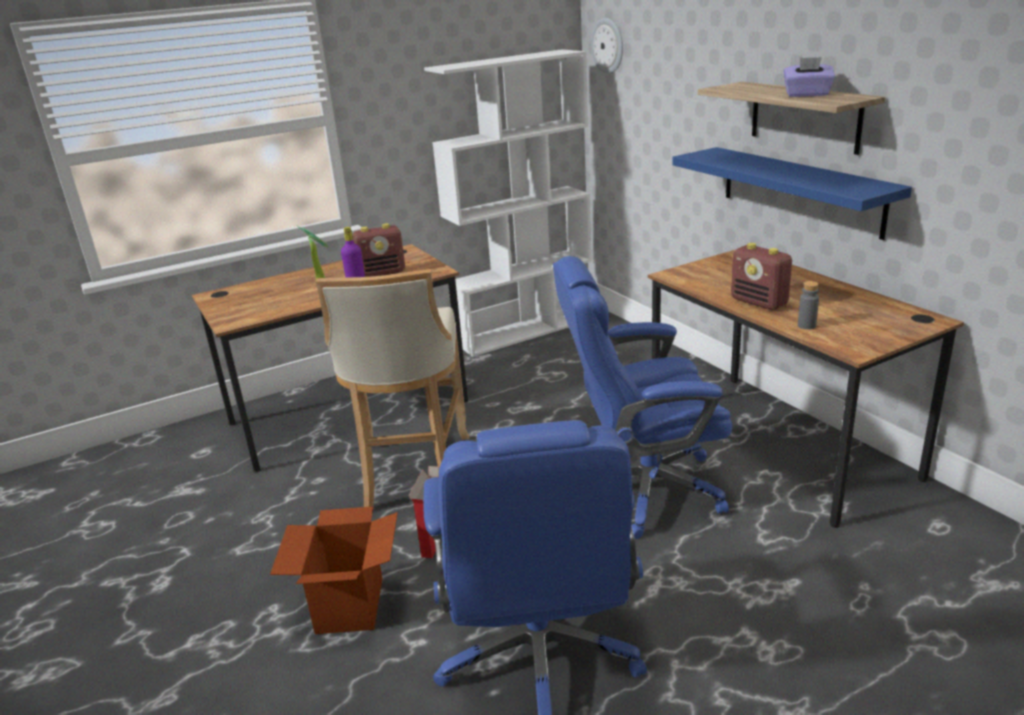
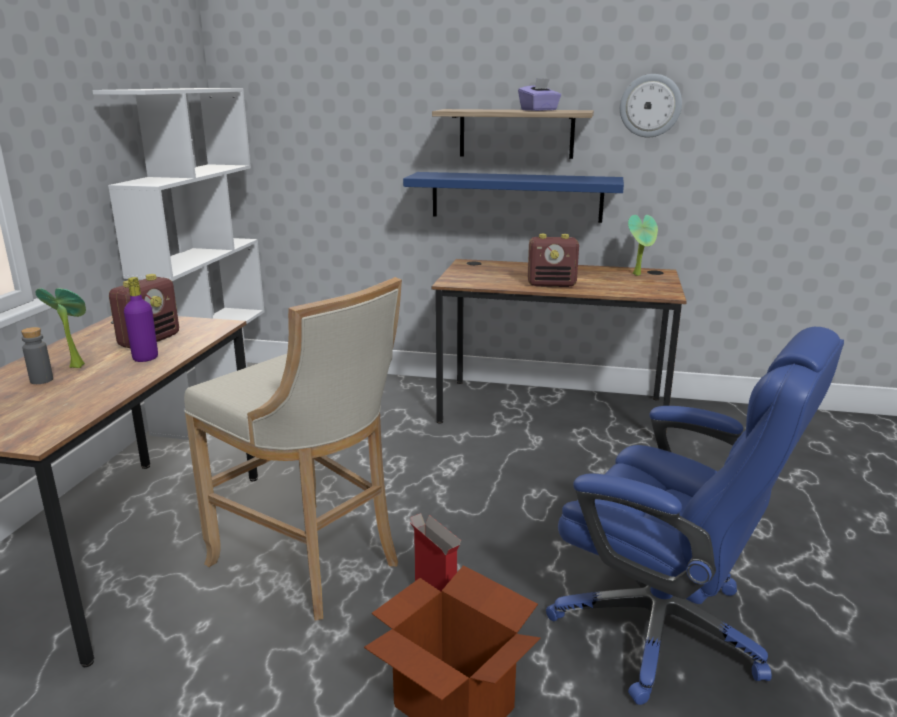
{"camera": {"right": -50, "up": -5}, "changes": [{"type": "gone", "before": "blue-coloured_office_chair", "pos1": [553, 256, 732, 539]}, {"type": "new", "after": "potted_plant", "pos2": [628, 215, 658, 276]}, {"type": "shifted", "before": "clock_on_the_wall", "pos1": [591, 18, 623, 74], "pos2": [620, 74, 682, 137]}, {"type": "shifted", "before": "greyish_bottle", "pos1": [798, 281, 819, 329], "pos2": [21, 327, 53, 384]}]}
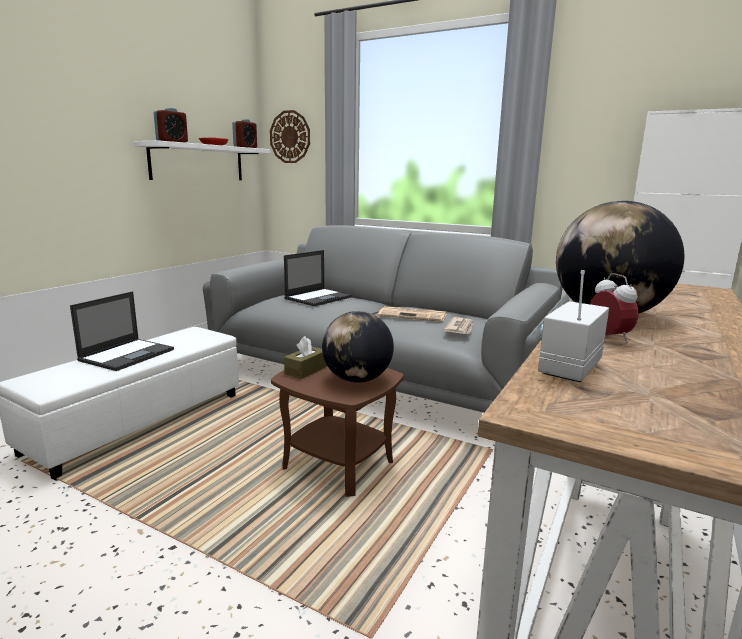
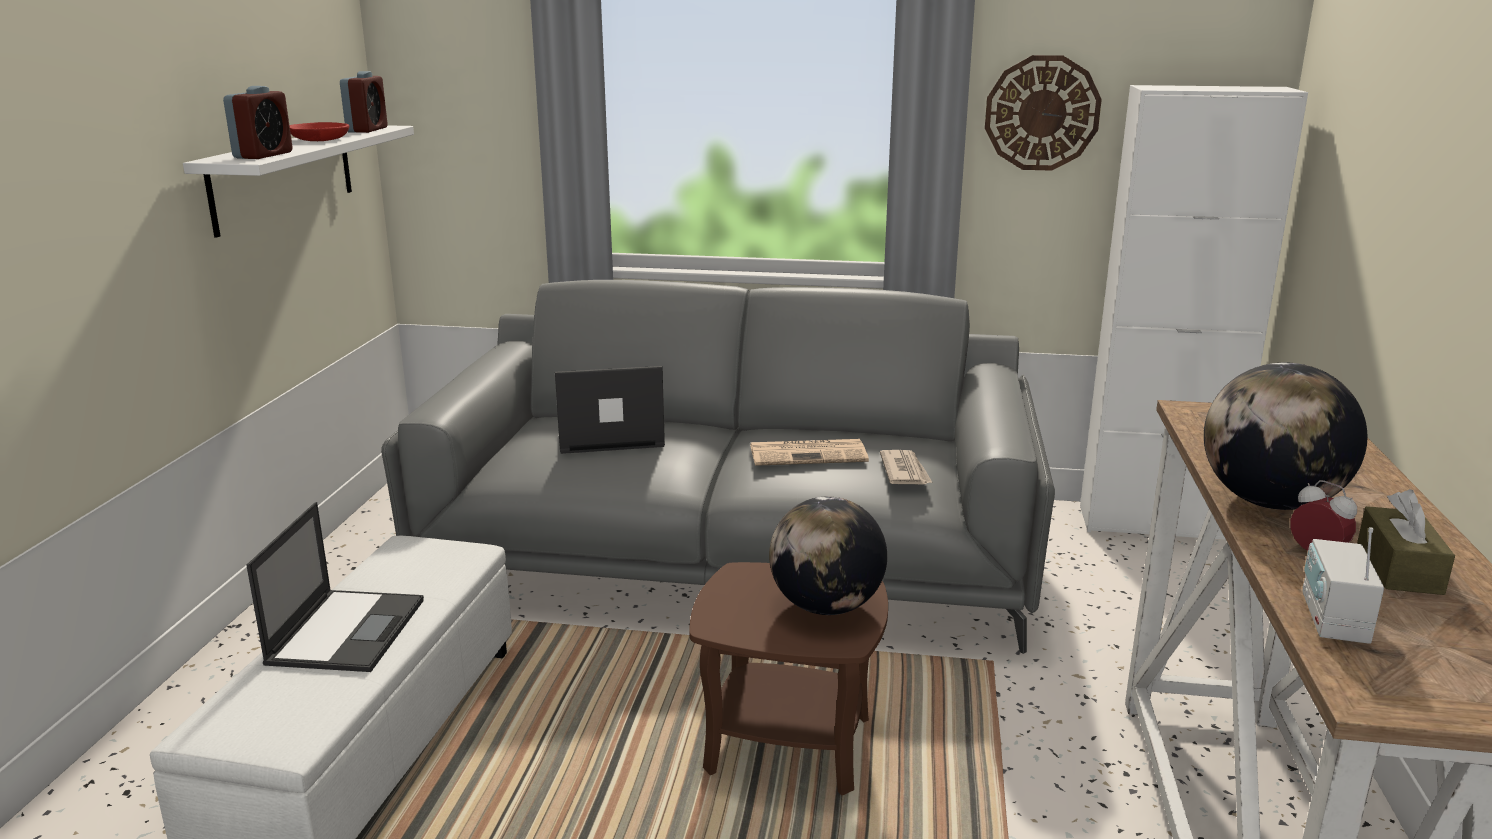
{"camera": {"right": -20, "up": 5}, "changes": [{"type": "shifted", "before": "clock_on_the_wall", "pos1": [270, 110, 310, 163], "pos2": [985, 55, 1102, 171]}, {"type": "shifted", "before": "brown-coloured_tissue_box", "pos1": [284, 336, 327, 379], "pos2": [1357, 489, 1455, 595]}, {"type": "rotated", "before": "portable_computer", "pos1": [284, 250, 353, 306], "pos2": [555, 366, 665, 454], "turn": -120}]}
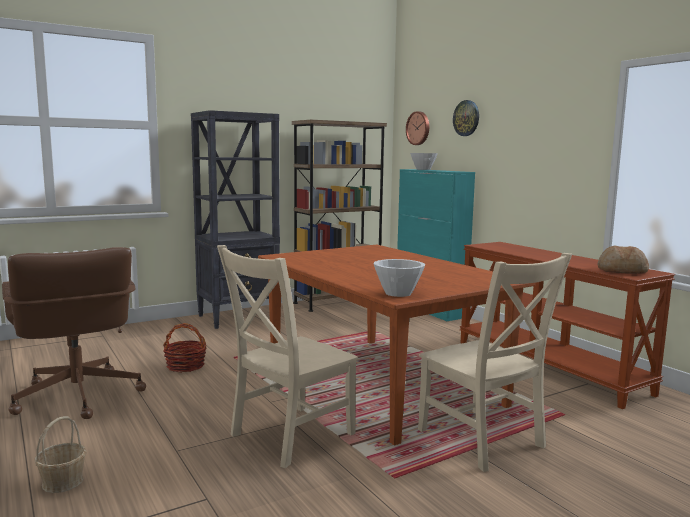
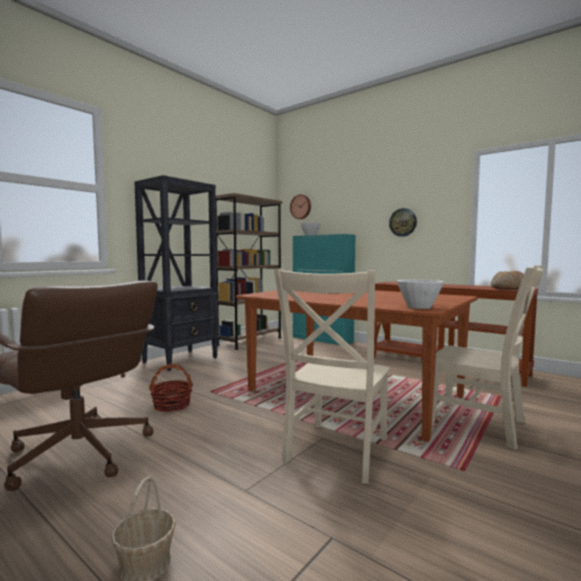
{"camera": {"right": -20, "up": -5}, "changes": [{"type": "shifted", "before": "clock_on_the_wall", "pos1": [453, 100, 479, 136], "pos2": [389, 208, 417, 237]}]}
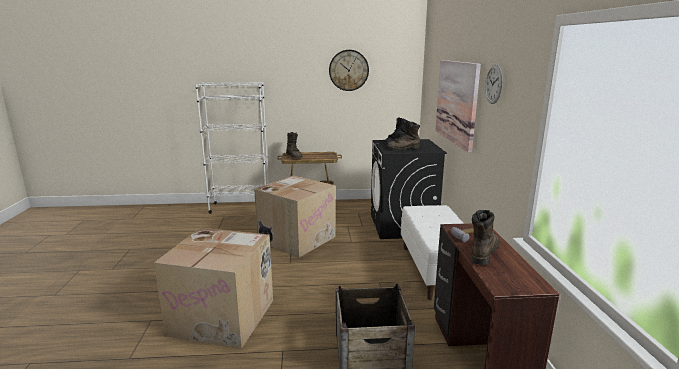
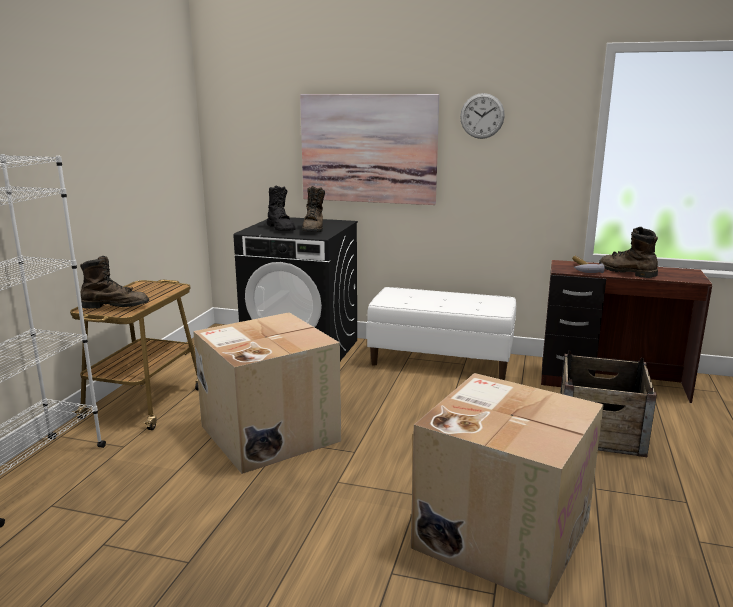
{"camera": {"right": -70, "up": 0}, "changes": [{"type": "gone", "before": "clock_on_the_wall", "pos1": [329, 50, 369, 91]}]}
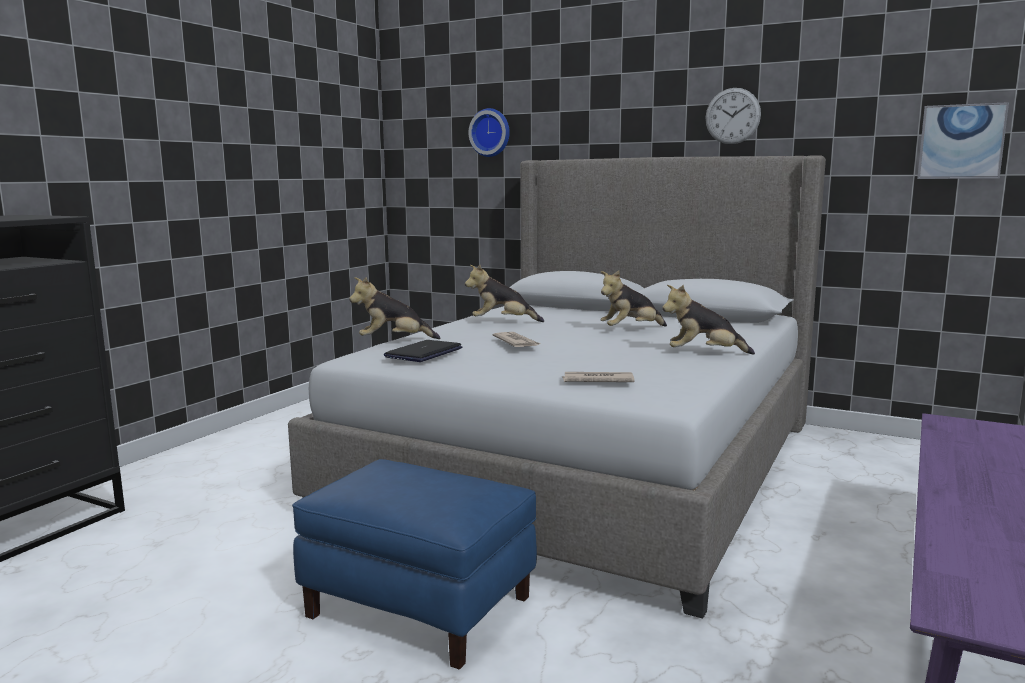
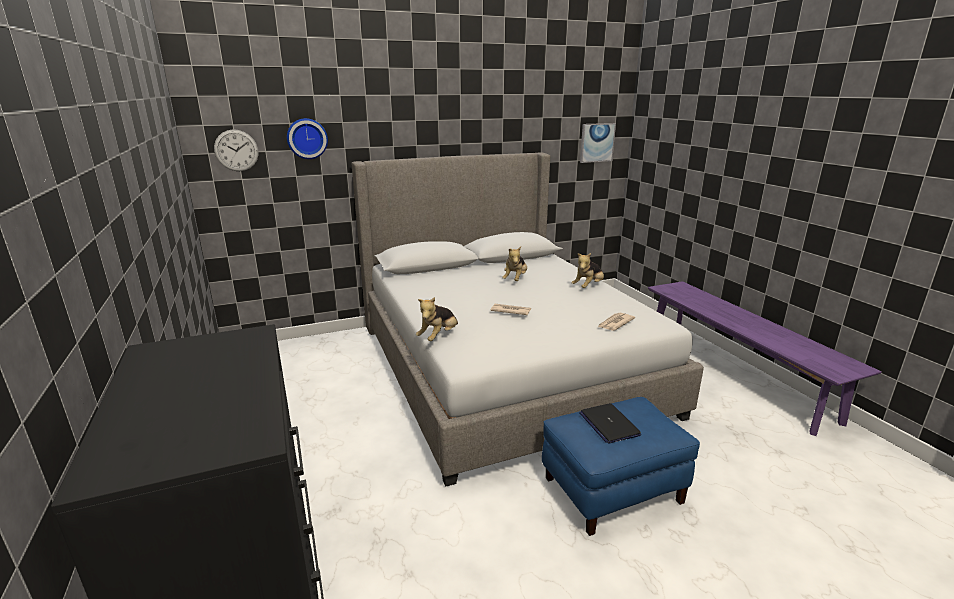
{"camera": {"right": -50, "up": 10}, "changes": [{"type": "gone", "before": "cuddly_toy", "pos1": [465, 265, 544, 322]}, {"type": "shifted", "before": "portable_computer", "pos1": [384, 340, 462, 362], "pos2": [579, 403, 641, 444]}, {"type": "shifted", "before": "clock_on_the_wall", "pos1": [705, 88, 761, 145], "pos2": [214, 129, 258, 171]}]}
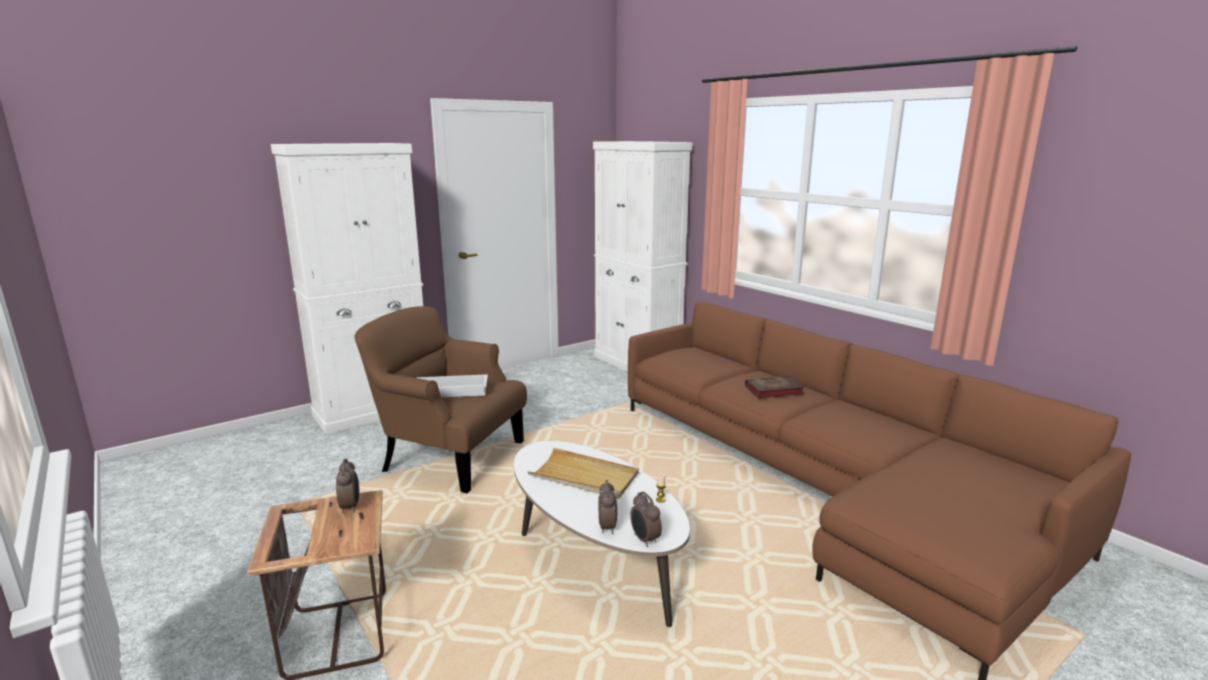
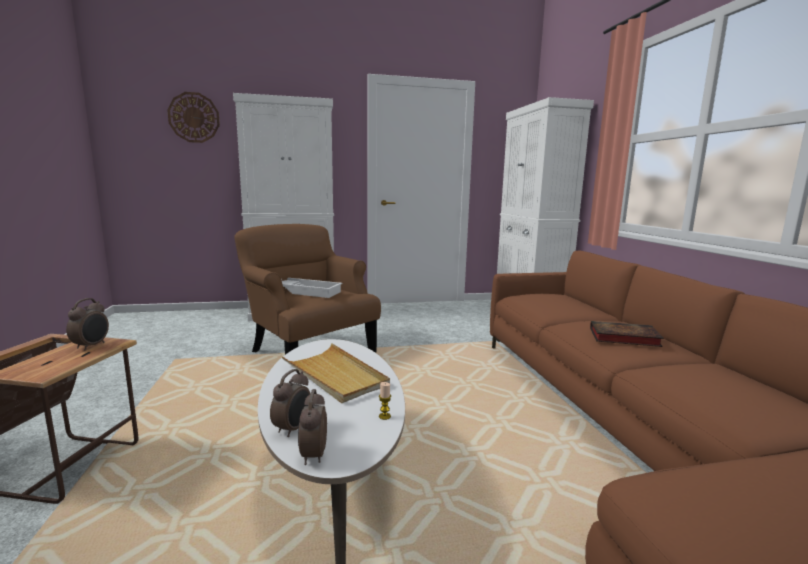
{"camera": {"right": 25, "up": -5}, "changes": [{"type": "new", "after": "clock_on_the_wall", "pos2": [167, 92, 220, 143]}]}
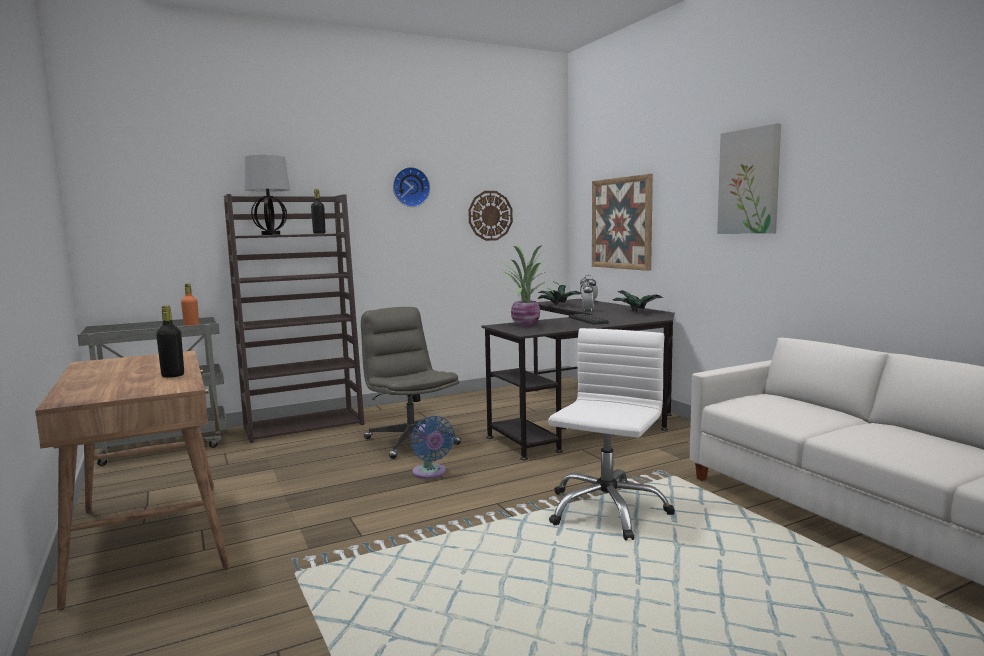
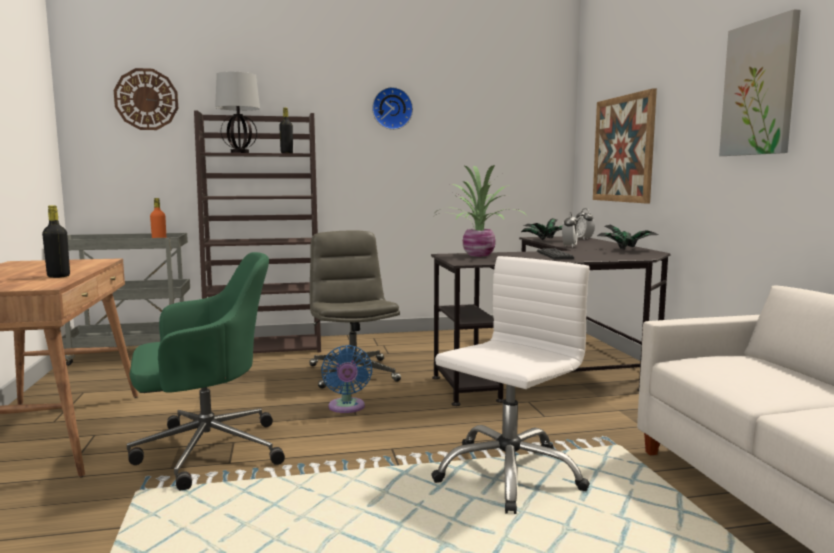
{"camera": {"right": 15, "up": 0}, "changes": [{"type": "new", "after": "green_office_chair", "pos2": [127, 252, 285, 491]}, {"type": "shifted", "before": "clock_on_the_wall", "pos1": [468, 191, 513, 241], "pos2": [114, 68, 178, 130]}]}
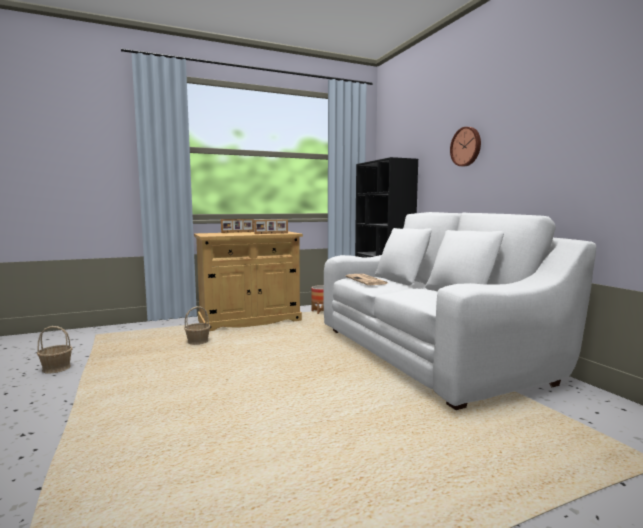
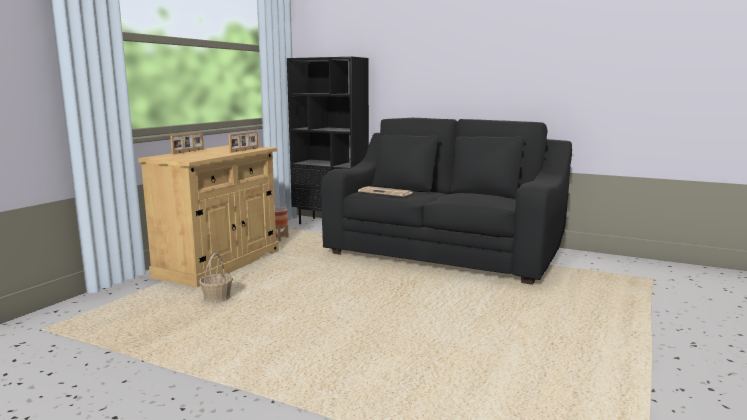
{"camera": {"right": -40, "up": 5}, "changes": [{"type": "gone", "before": "storage_basket", "pos1": [37, 326, 73, 374]}, {"type": "gone", "before": "clock_on_the_wall", "pos1": [450, 127, 481, 166]}, {"type": "repainted", "before": "whitish_settee", "after": "black_settee", "pos1": [324, 212, 596, 410], "pos2": [321, 118, 572, 285]}]}
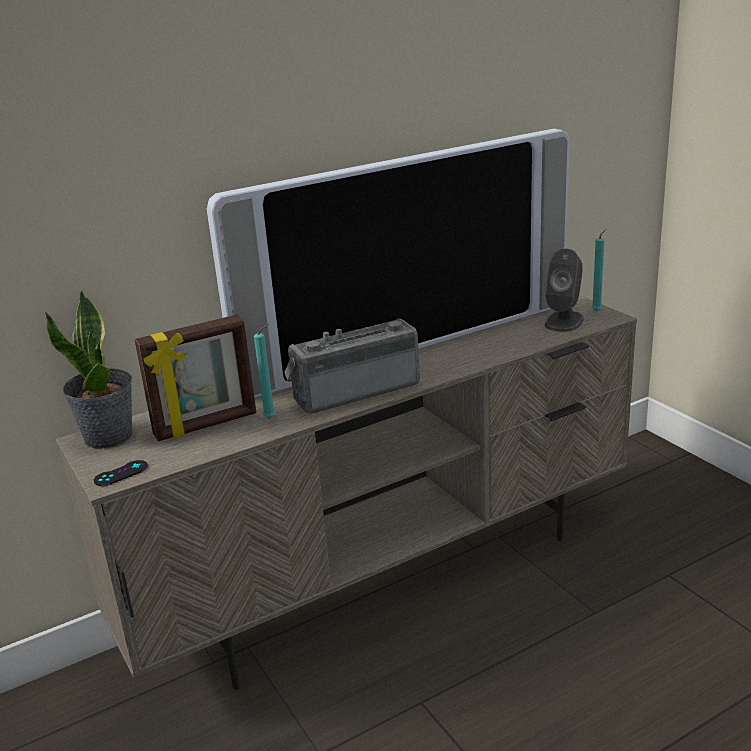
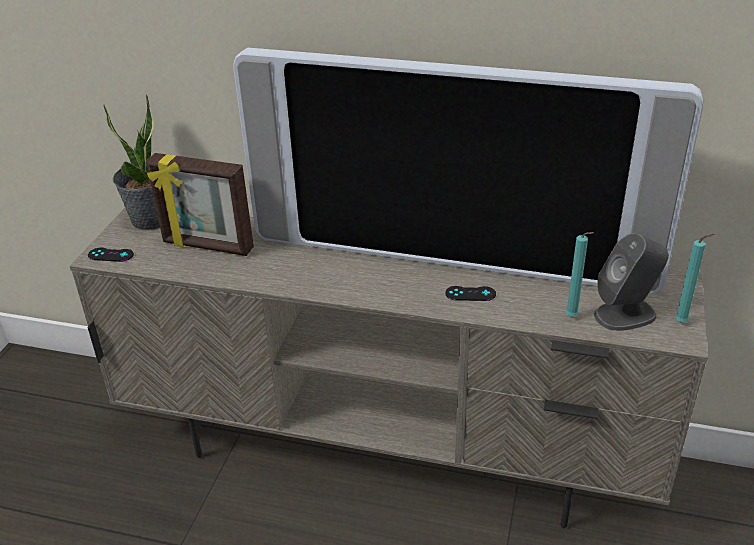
{"camera": {"right": 45, "up": 10}, "changes": [{"type": "gone", "before": "radio_set", "pos1": [284, 318, 420, 414]}, {"type": "new", "after": "black_game_controller", "pos2": [445, 286, 496, 301]}, {"type": "shifted", "before": "turquoise-coloured_candle", "pos1": [254, 324, 275, 419], "pos2": [566, 232, 594, 317]}]}
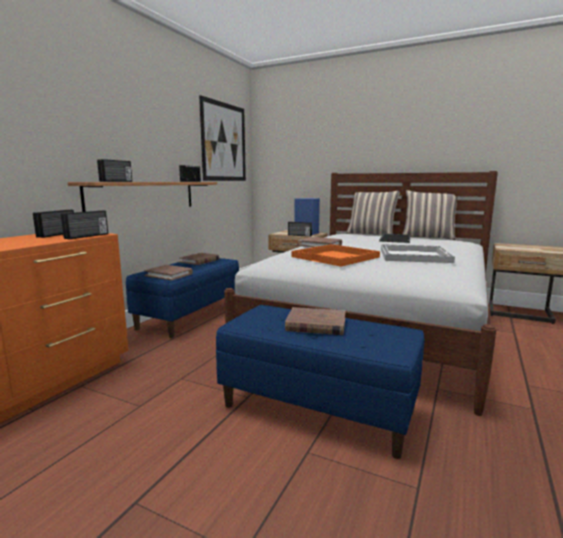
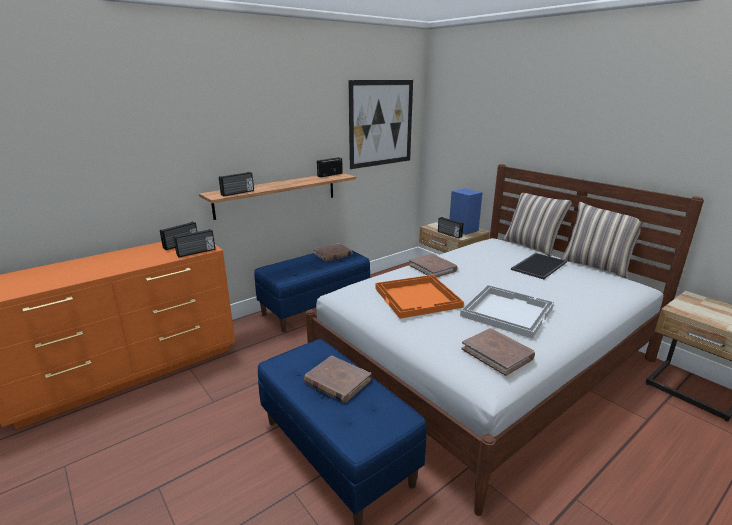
{"camera": {"right": 25, "up": 10}, "changes": [{"type": "shifted", "before": "brown-coloured_volume", "pos1": [144, 265, 193, 280], "pos2": [462, 328, 535, 376]}]}
